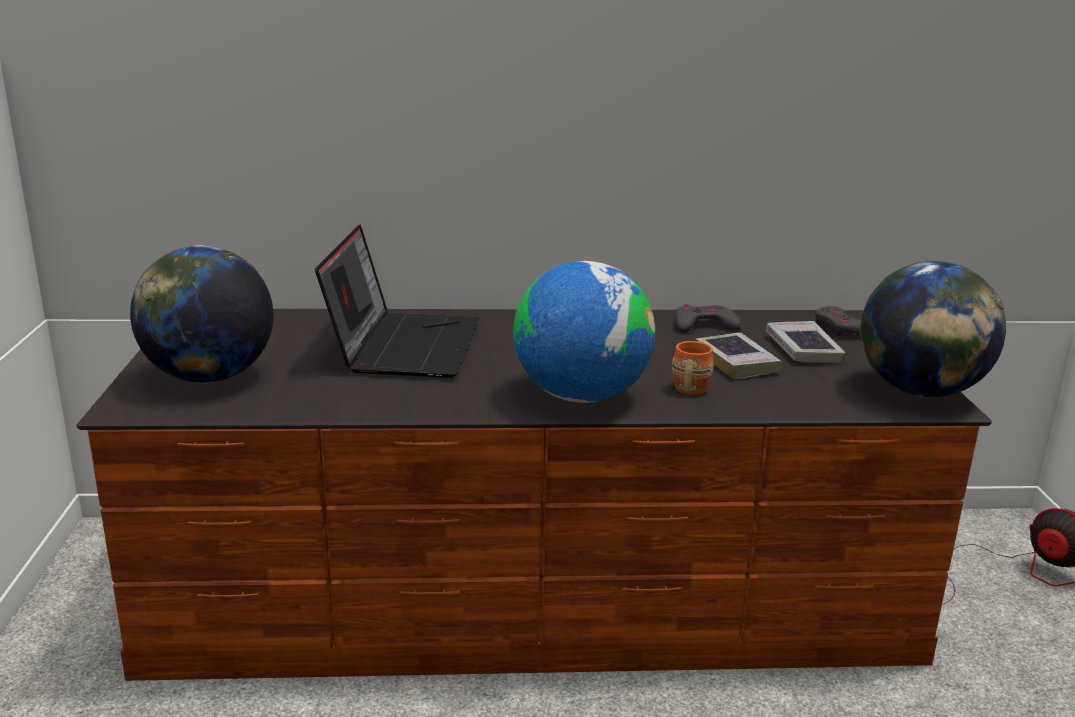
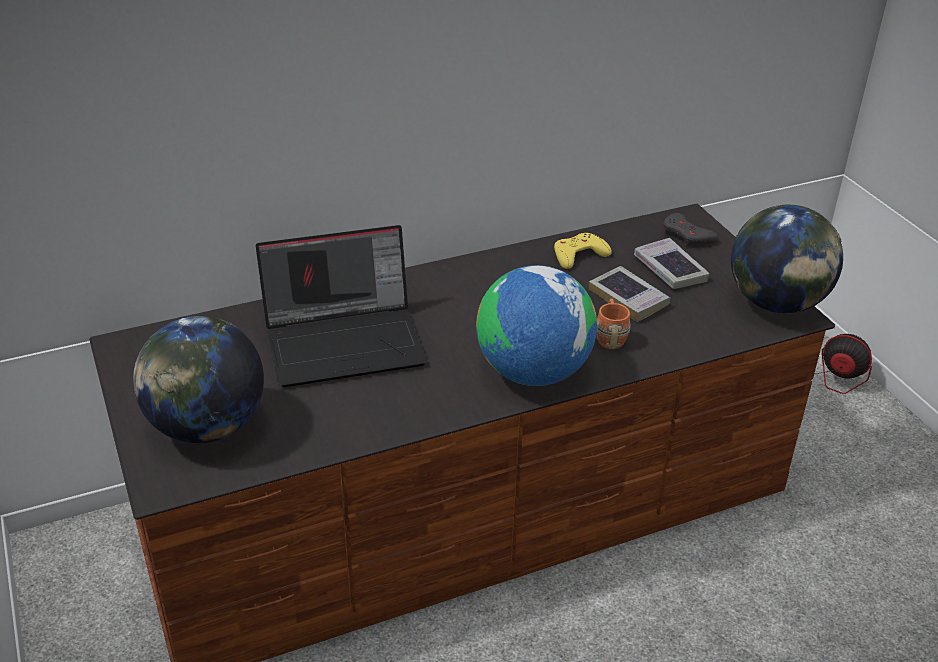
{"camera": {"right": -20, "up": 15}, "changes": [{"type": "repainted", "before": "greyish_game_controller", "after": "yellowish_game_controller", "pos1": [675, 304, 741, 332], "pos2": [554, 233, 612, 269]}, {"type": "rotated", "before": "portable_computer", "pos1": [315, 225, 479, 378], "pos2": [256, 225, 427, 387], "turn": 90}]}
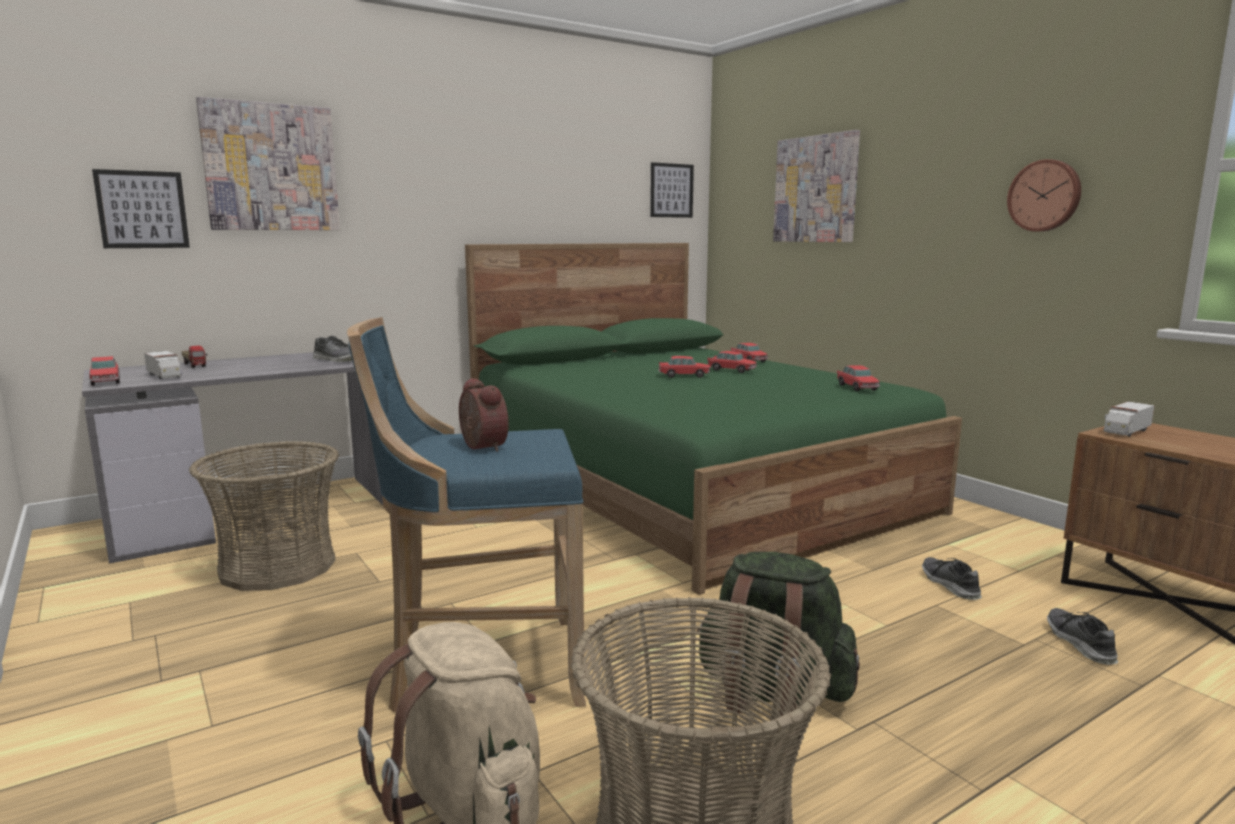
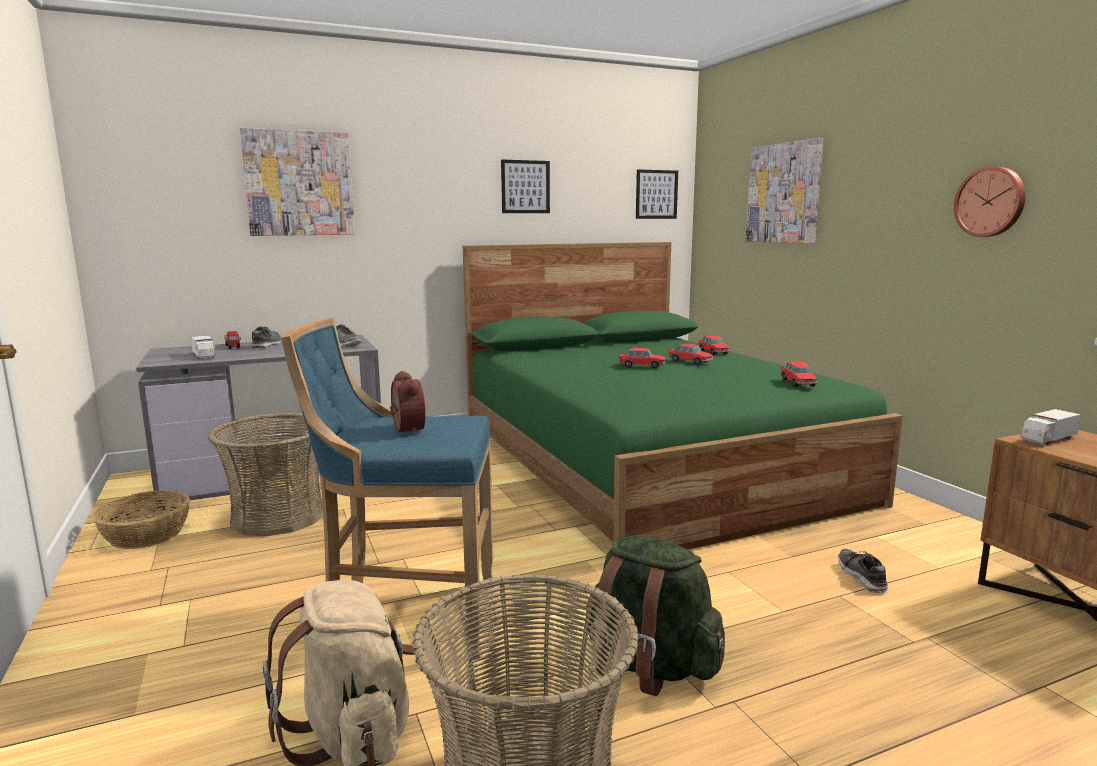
{"camera": {"right": 10, "up": 0}, "changes": [{"type": "gone", "before": "toy_car", "pos1": [89, 356, 120, 386]}, {"type": "new", "after": "storage_basket", "pos2": [92, 490, 190, 549]}, {"type": "shifted", "before": "wall_picture", "pos1": [92, 169, 190, 248], "pos2": [501, 160, 550, 213]}, {"type": "shifted", "before": "item_of_footwear", "pos1": [1047, 608, 1118, 665], "pos2": [251, 327, 281, 349]}]}
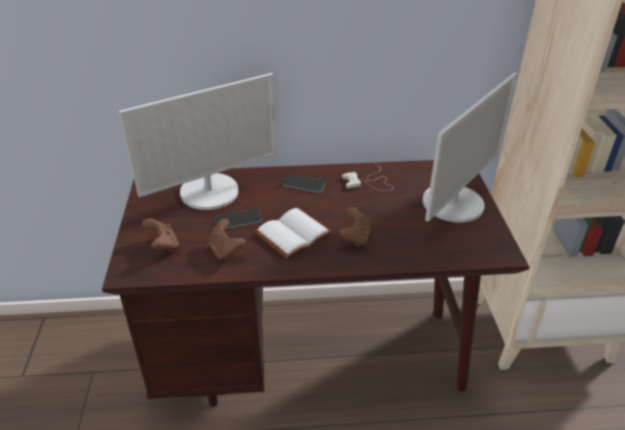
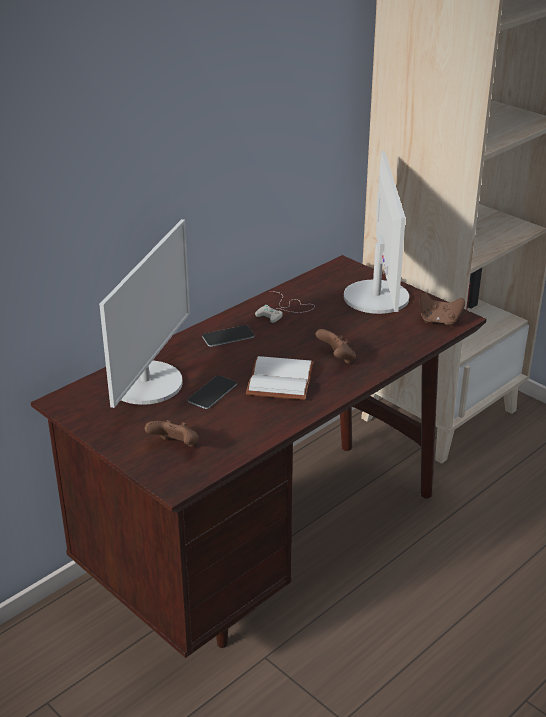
{"camera": {"right": -40, "up": -5}, "changes": [{"type": "shifted", "before": "brown-coloured_game_controller", "pos1": [208, 219, 245, 261], "pos2": [420, 292, 465, 327]}]}
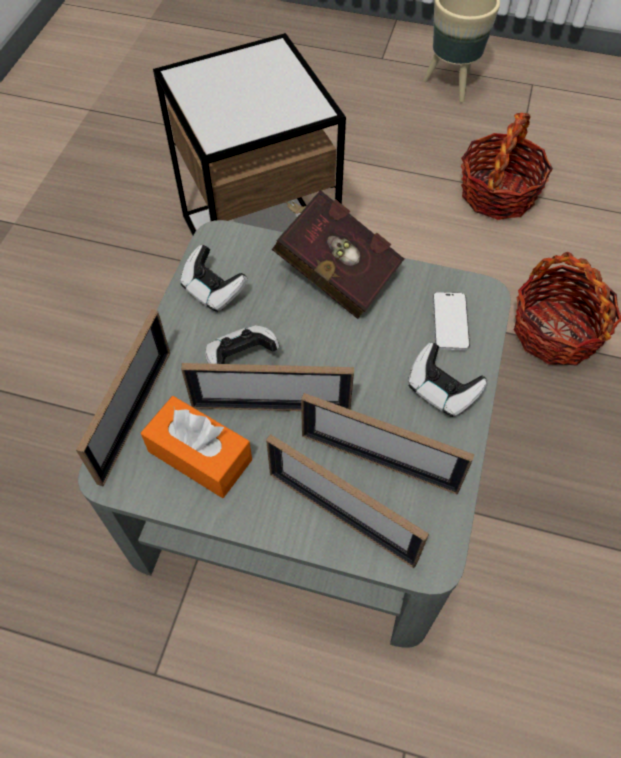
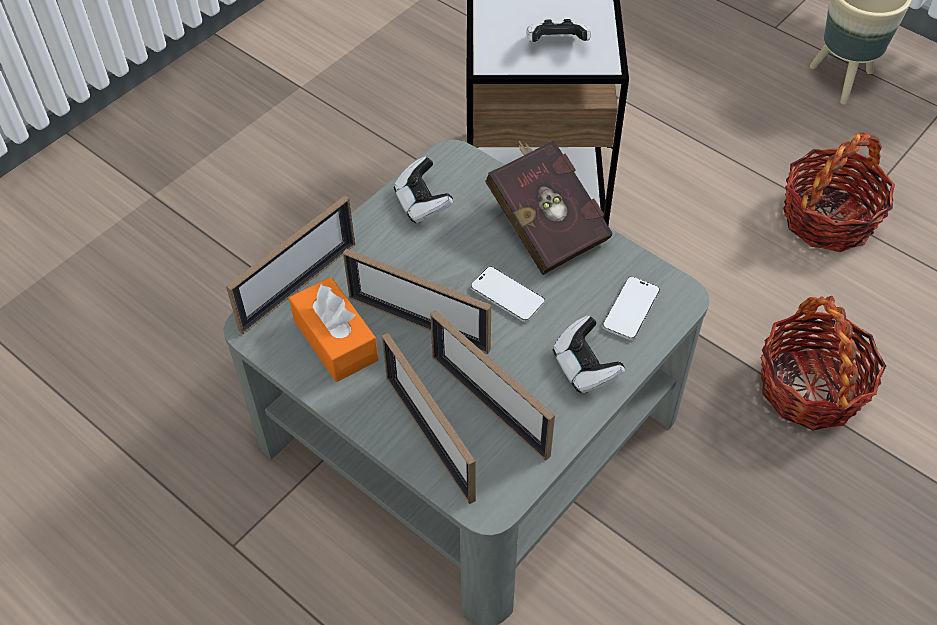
{"camera": {"right": 25, "up": -5}, "changes": [{"type": "new", "after": "phone", "pos2": [471, 267, 545, 322]}, {"type": "shifted", "before": "game_controller", "pos1": [205, 325, 279, 364], "pos2": [527, 19, 591, 42]}]}
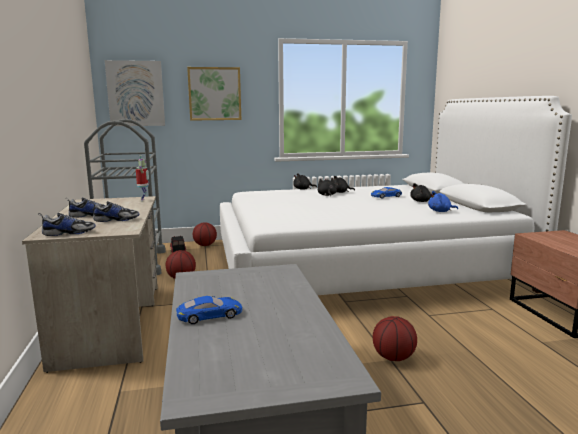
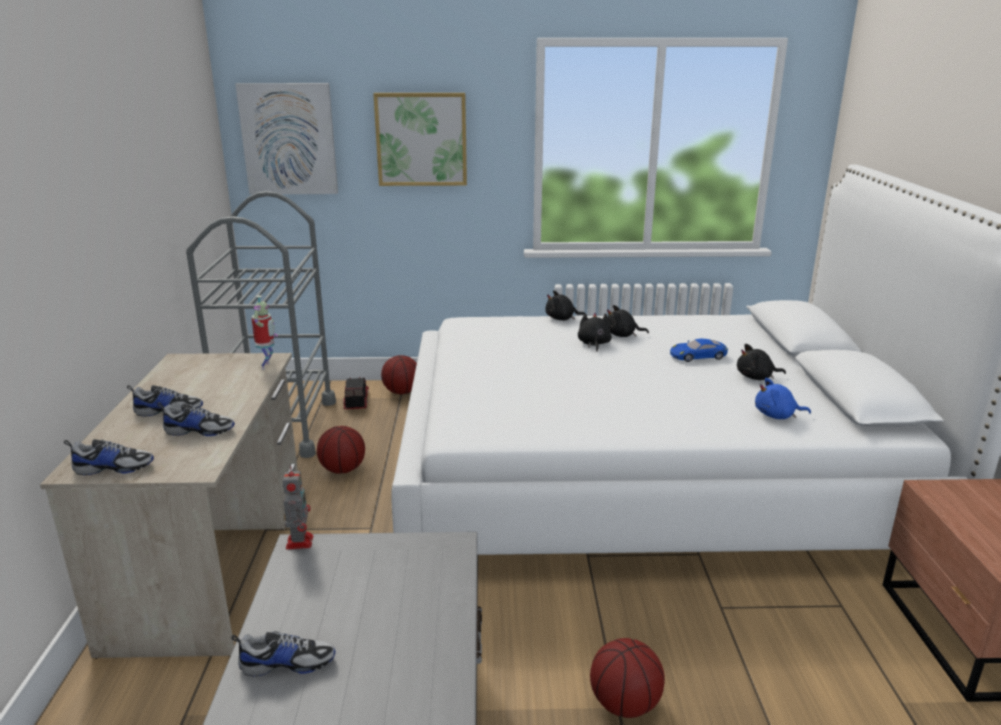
{"camera": {"right": 10, "up": 10}, "changes": [{"type": "new", "after": "model_robot", "pos2": [283, 465, 313, 549]}, {"type": "swapped", "before": "blue-coloured_toy_car", "after": "item_of_footwear", "pos1": [176, 296, 242, 324], "pos2": [231, 631, 335, 676]}]}
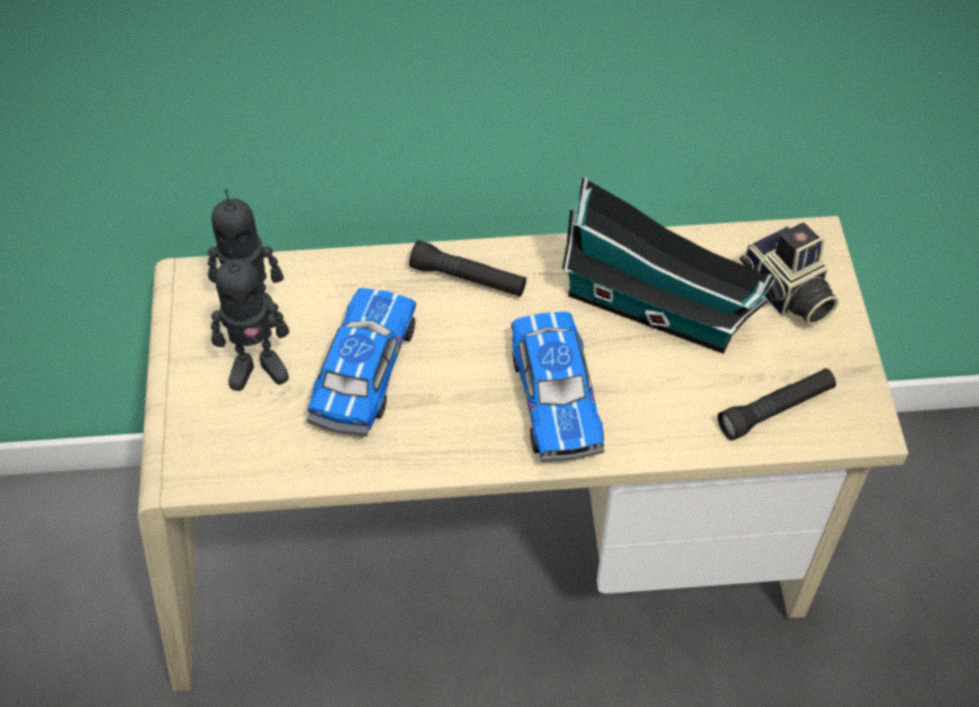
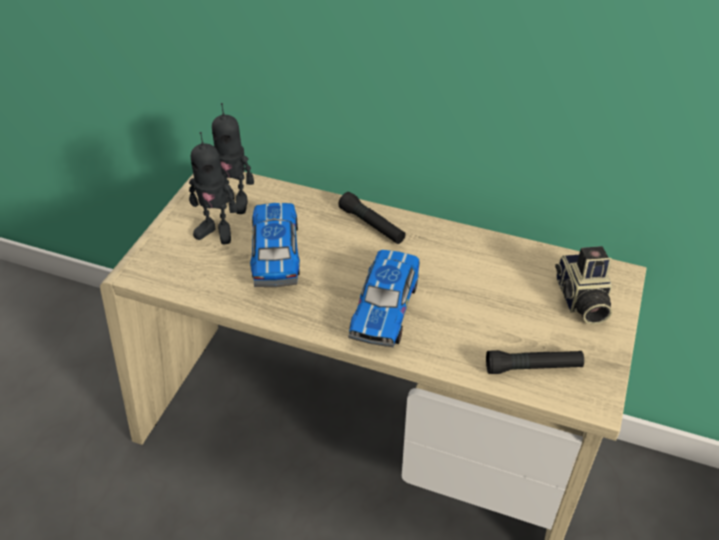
{"camera": {"right": 25, "up": -10}, "changes": [{"type": "gone", "before": "miniature_house", "pos1": [562, 177, 775, 354]}, {"type": "rotated", "before": "toy_car", "pos1": [307, 288, 416, 437], "pos2": [250, 203, 300, 287], "turn": -45}]}
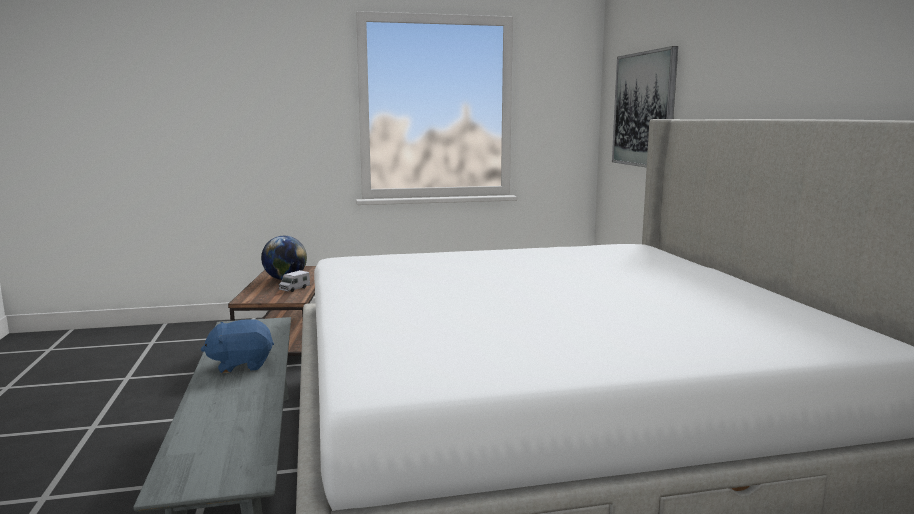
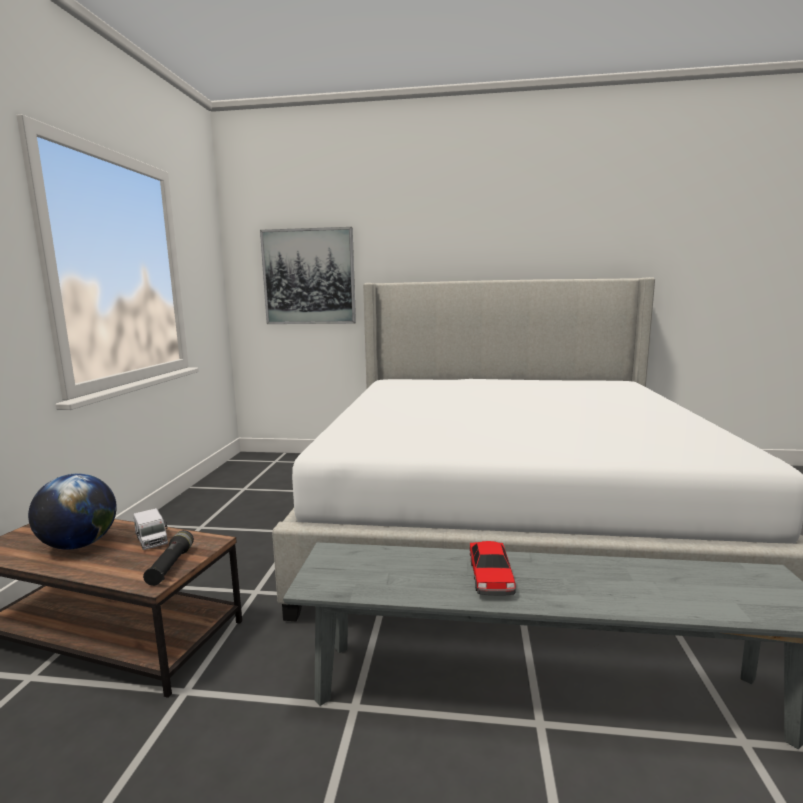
{"camera": {"right": -70, "up": 0}, "changes": [{"type": "new", "after": "black_torch", "pos2": [143, 530, 194, 586]}, {"type": "swapped", "before": "blue-coloured_cuddly_toy", "after": "toy_car", "pos1": [201, 319, 274, 373], "pos2": [470, 541, 516, 596]}]}
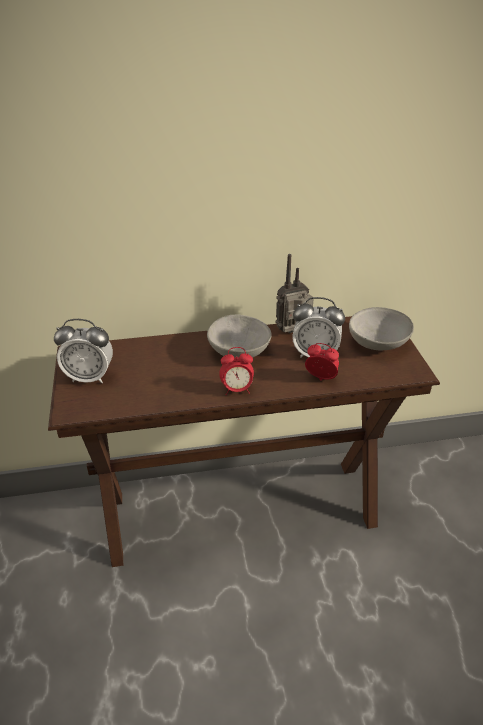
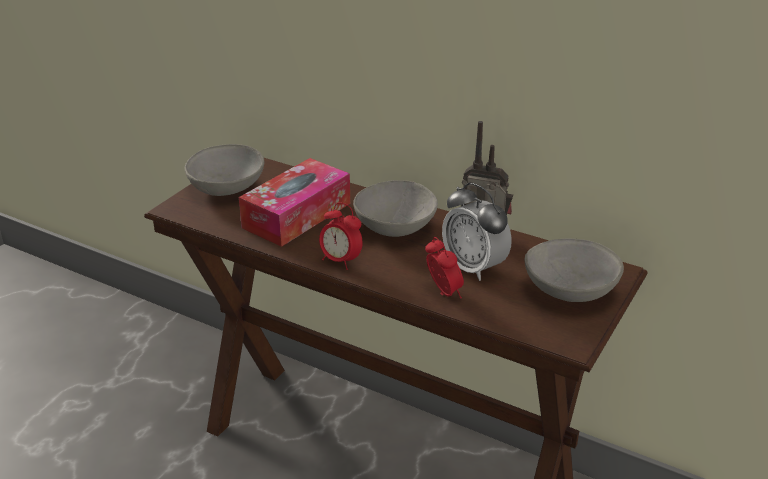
{"camera": {"right": 40, "up": -5}, "changes": [{"type": "new", "after": "tissue_box", "pos2": [239, 158, 350, 247]}, {"type": "swapped", "before": "bedside_clock", "after": "greyish_bowl", "pos1": [54, 319, 113, 383], "pos2": [185, 144, 264, 196]}]}
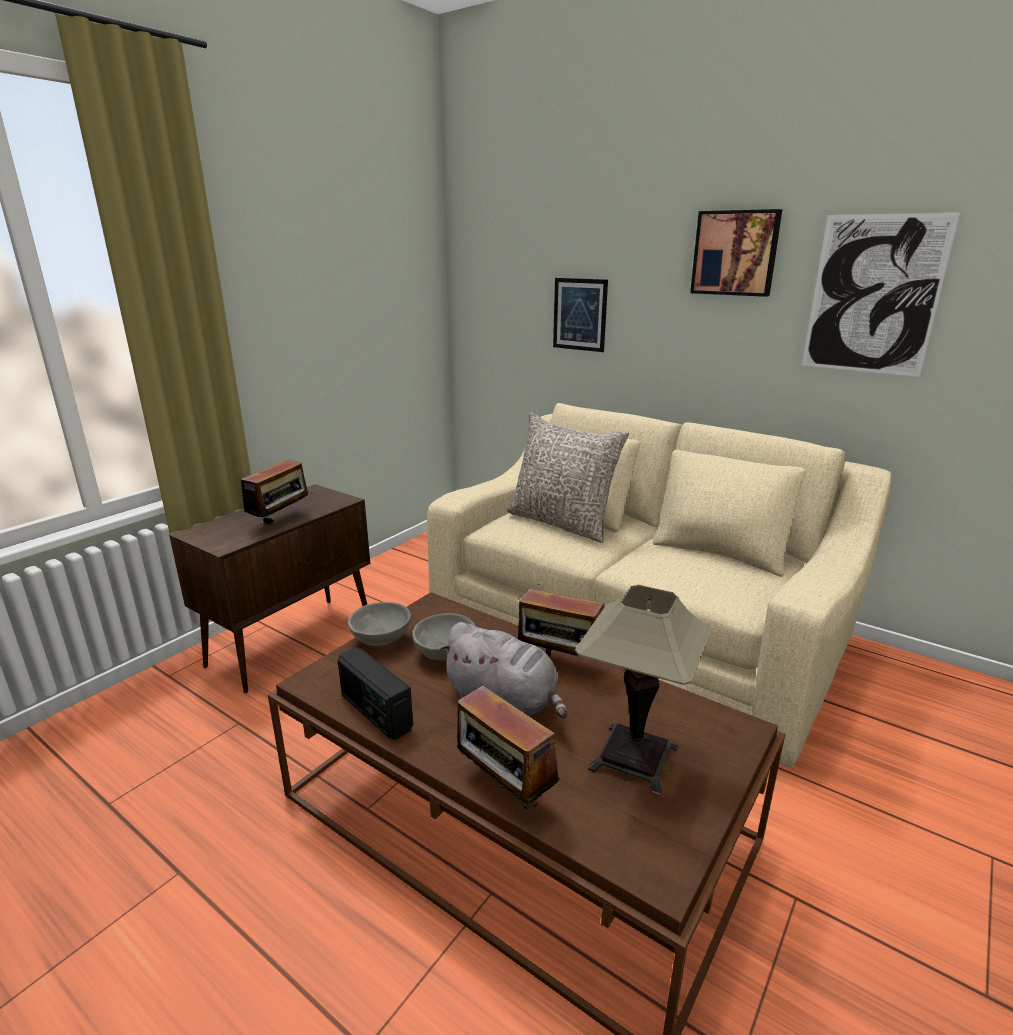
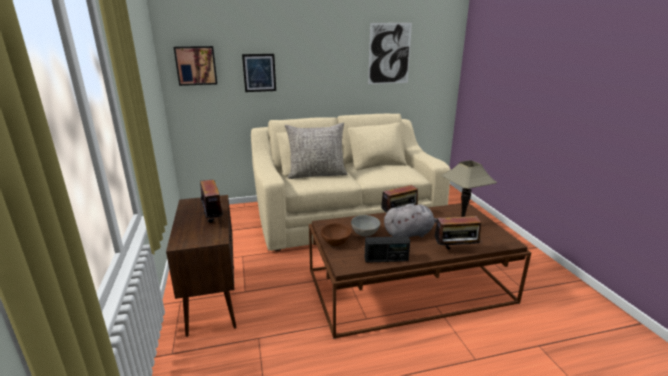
{"camera": {"right": -50, "up": 0}, "changes": [{"type": "shifted", "before": "wall_picture", "pos1": [690, 209, 782, 297], "pos2": [174, 46, 217, 86]}, {"type": "repainted", "before": "greyish_bowl", "after": "brown-coloured_bowl", "pos1": [348, 602, 411, 647], "pos2": [321, 223, 352, 246]}]}
